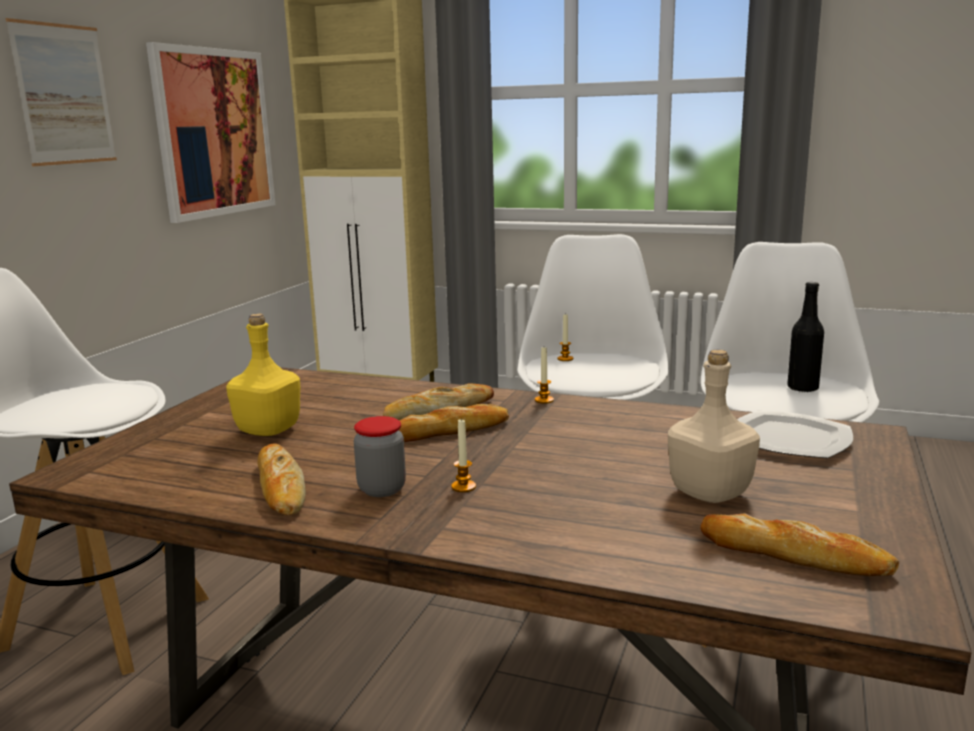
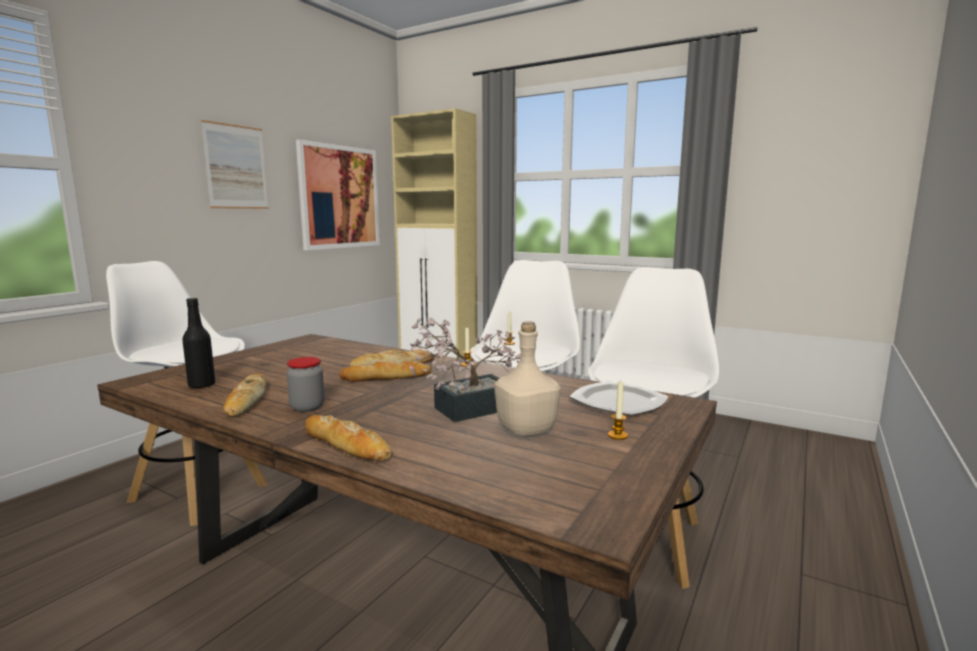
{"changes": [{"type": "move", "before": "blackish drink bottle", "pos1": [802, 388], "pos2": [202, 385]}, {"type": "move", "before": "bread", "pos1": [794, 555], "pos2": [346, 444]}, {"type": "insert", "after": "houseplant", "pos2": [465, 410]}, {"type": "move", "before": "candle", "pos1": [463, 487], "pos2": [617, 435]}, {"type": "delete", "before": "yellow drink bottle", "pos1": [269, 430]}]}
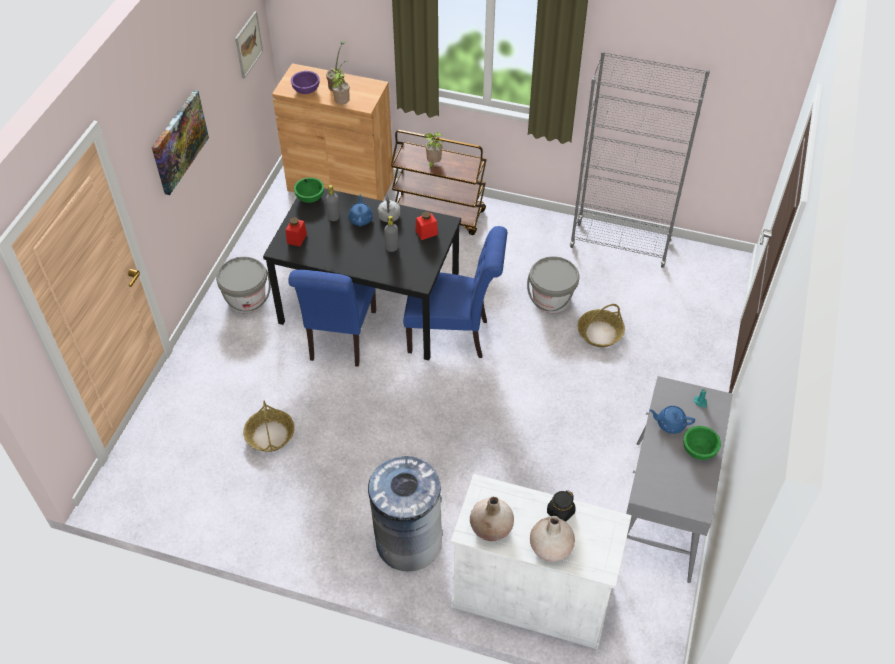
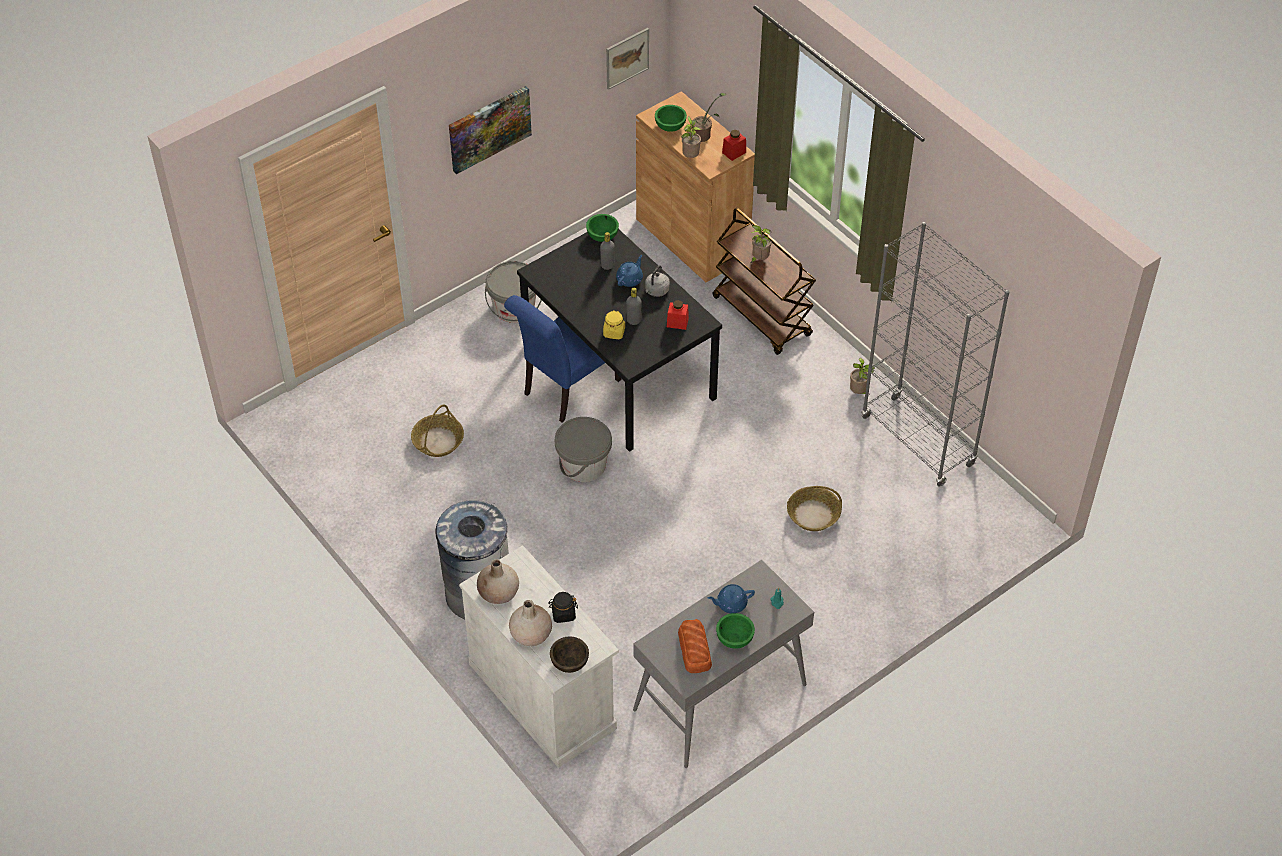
{"changes": [{"type": "insert", "after": "brownish serving bowl", "pos2": [569, 662]}, {"type": "move", "before": "greyish water bucket", "pos1": [551, 299], "pos2": [583, 465]}, {"type": "insert", "after": "yellow storage jar", "pos2": [614, 332]}, {"type": "recolor", "before": "purple-coloured serving bowl", "after": "green serving bowl", "pos1": [306, 90], "pos2": [670, 126]}, {"type": "insert", "after": "bread", "pos2": [694, 650]}, {"type": "rotate", "before": "bluish tea pot", "pos1": [670, 424], "pos2": [731, 604], "turn": -60}, {"type": "move", "before": "red-coloured storage jar", "pos1": [297, 238], "pos2": [734, 152]}, {"type": "insert", "after": "houseplant", "pos2": [859, 393]}, {"type": "delete", "before": "bluish plain chair", "pos1": [454, 336]}]}
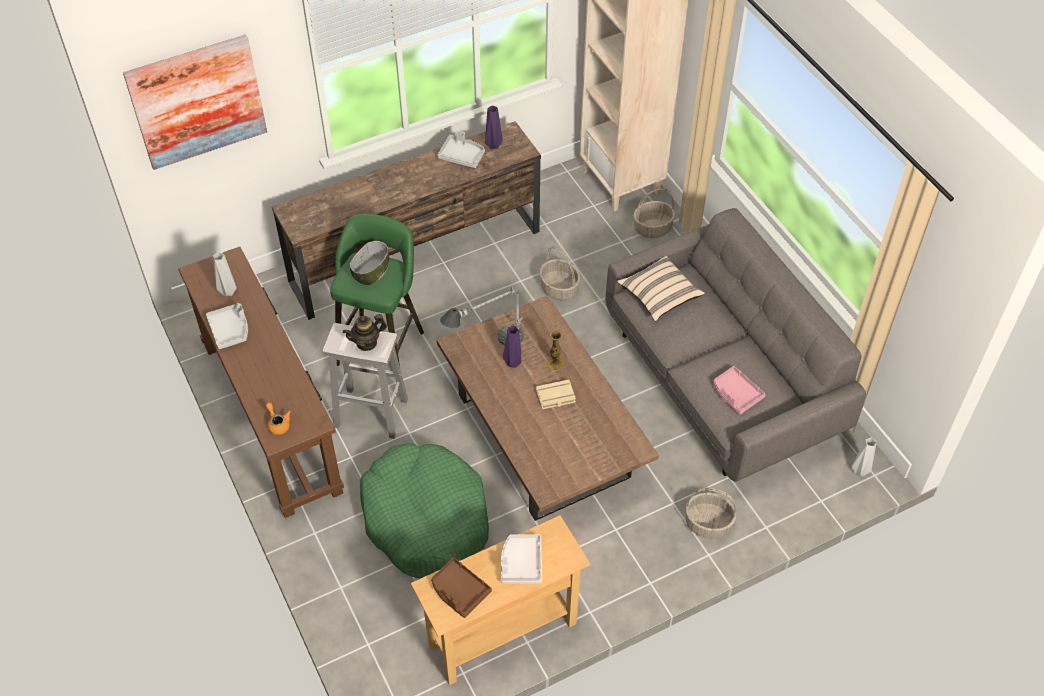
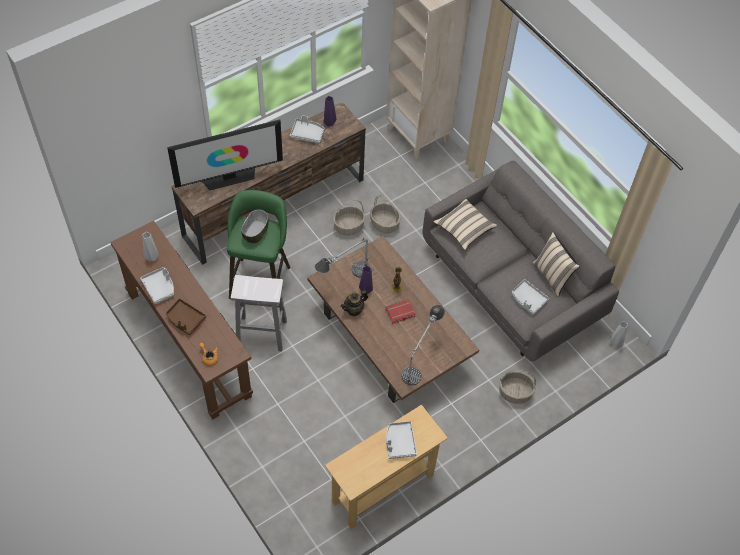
{"changes": [{"type": "move", "before": "brownish carrying tray", "pos1": [459, 591], "pos2": [185, 319]}, {"type": "insert", "after": "TV set", "pos2": [229, 177]}, {"type": "move", "before": "household basket", "pos1": [652, 228], "pos2": [348, 227]}, {"type": "move", "before": "tea pot", "pos1": [367, 343], "pos2": [354, 310]}, {"type": "recolor", "before": "beige-coloured bound book", "after": "red-coloured bound book", "pos1": [555, 397], "pos2": [400, 313]}, {"type": "insert", "after": "table lamp", "pos2": [420, 360]}, {"type": "recolor", "before": "pinkish carrying tray", "after": "greyish carrying tray", "pos1": [736, 394], "pos2": [528, 299]}, {"type": "insert", "after": "beige-coloured cushion", "pos2": [552, 276]}, {"type": "delete", "before": "picture", "pos1": [197, 102]}, {"type": "delete", "before": "green dog bed", "pos1": [426, 519]}]}
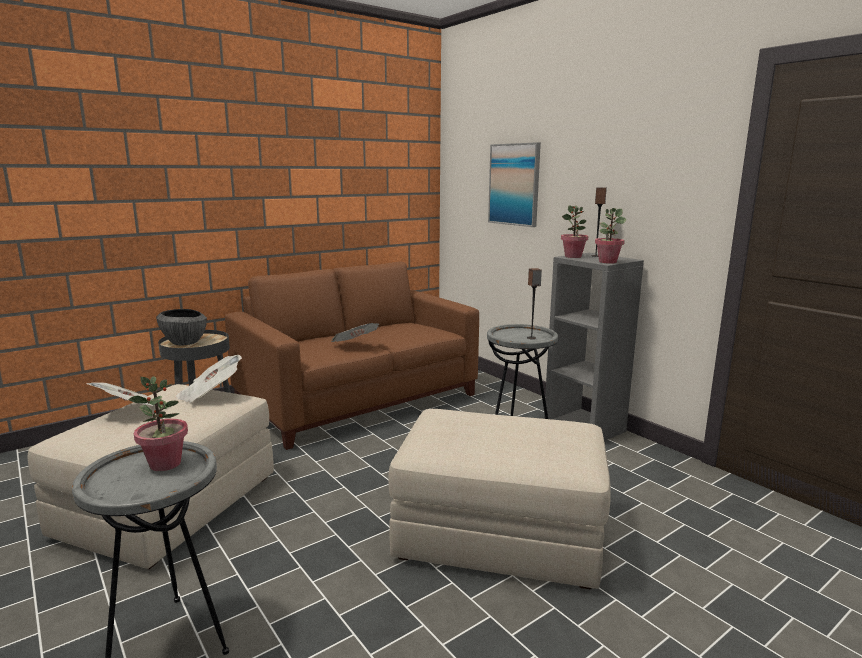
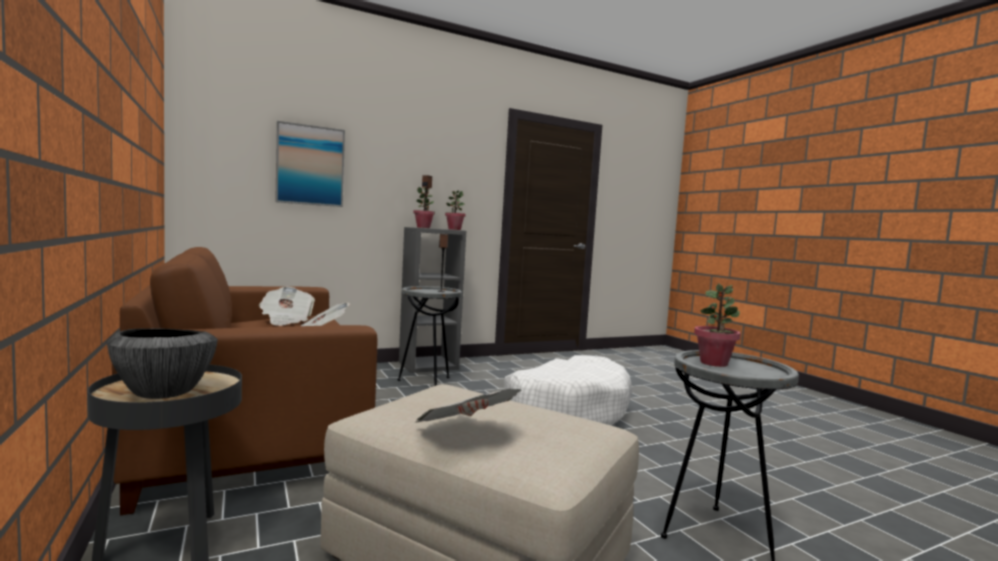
{"changes": [{"type": "move", "before": "daily paper", "pos1": [210, 394], "pos2": [286, 320]}, {"type": "replace", "before": "beige-coloured pouffe", "after": "white-coloured dog bed", "pos1": [498, 534], "pos2": [566, 410]}]}
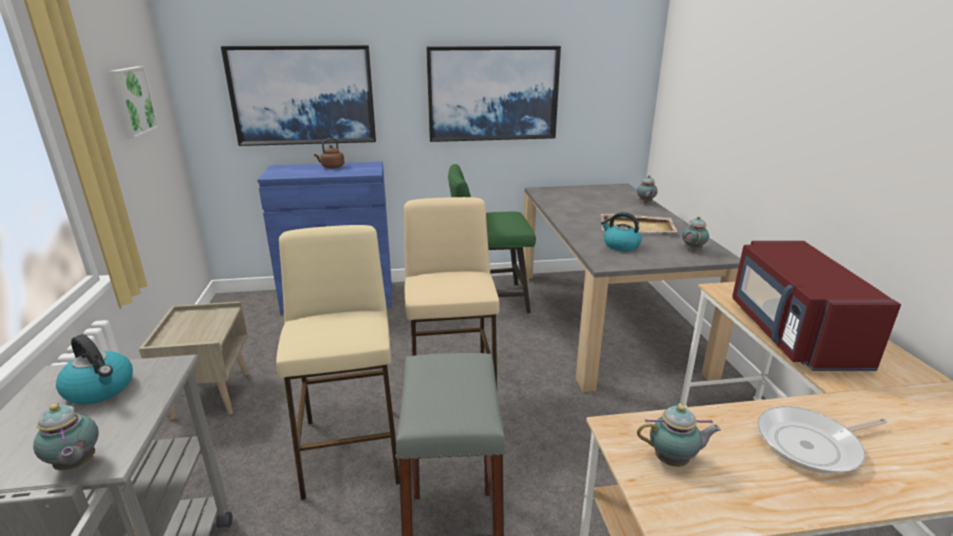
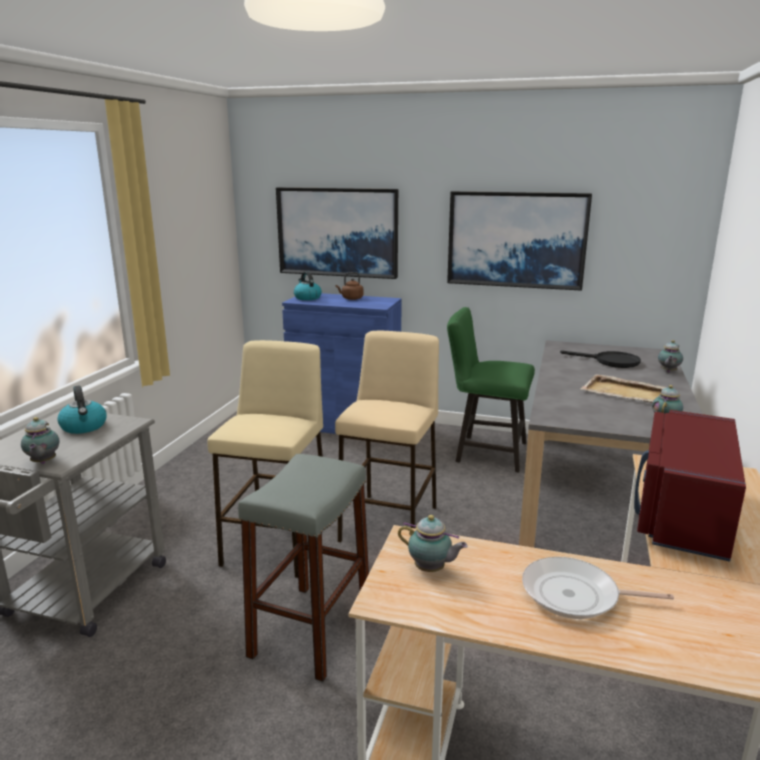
{"changes": [{"type": "move", "before": "kettle", "pos1": [620, 246], "pos2": [307, 298]}, {"type": "insert", "after": "blackish pan", "pos2": [610, 361]}, {"type": "delete", "before": "picture", "pos1": [131, 101]}, {"type": "delete", "before": "beige-coloured nightstand", "pos1": [210, 394]}]}
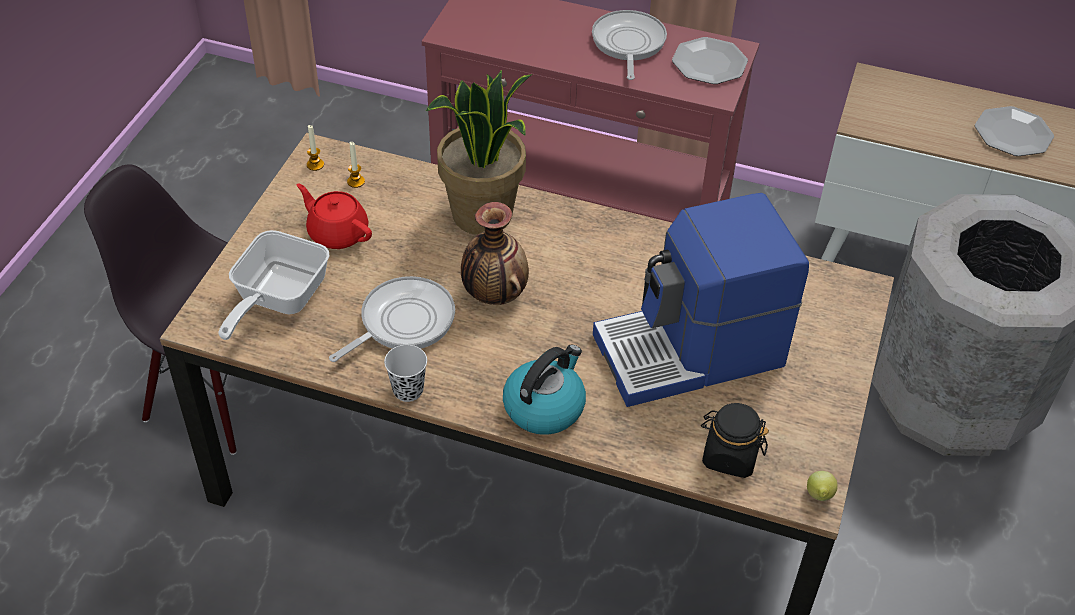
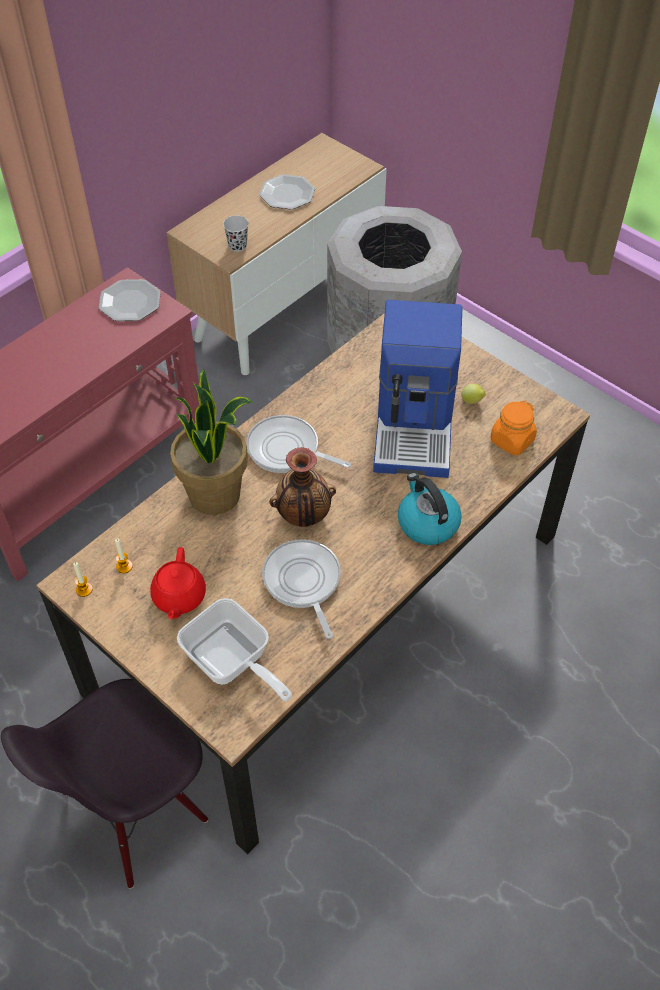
{"changes": [{"type": "rotate", "before": "red-coloured tea pot", "pos1": [337, 233], "pos2": [179, 597], "turn": -60}, {"type": "move", "before": "blackish cup", "pos1": [408, 390], "pos2": [237, 246]}, {"type": "move", "before": "pan", "pos1": [628, 44], "pos2": [287, 450]}, {"type": "move", "before": "citrus fruit", "pos1": [819, 496], "pos2": [472, 401]}, {"type": "recolor", "before": "blackish storage jar", "after": "orange-coloured storage jar", "pos1": [729, 456], "pos2": [512, 440]}]}
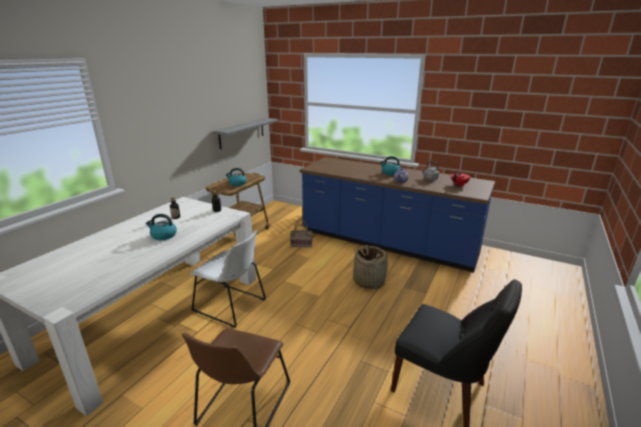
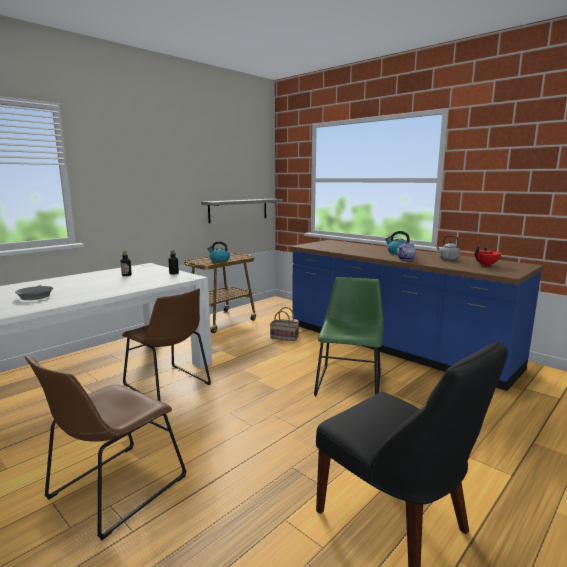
{"changes": [{"type": "insert", "after": "greyish pan", "pos2": [35, 296]}, {"type": "recolor", "before": "white-coloured plain chair", "after": "brownish plain chair", "pos1": [232, 306], "pos2": [169, 386]}, {"type": "replace", "before": "household basket", "after": "green plain chair", "pos1": [368, 281], "pos2": [349, 382]}, {"type": "delete", "before": "kettle", "pos1": [163, 236]}]}
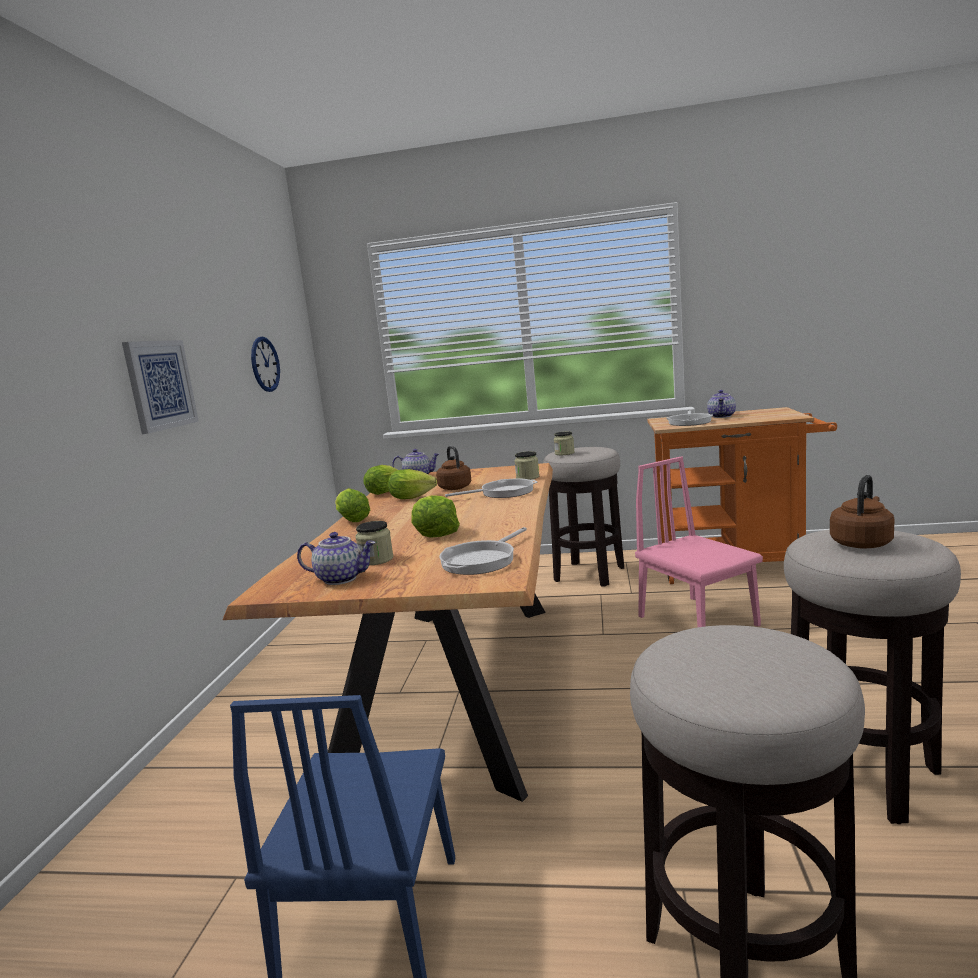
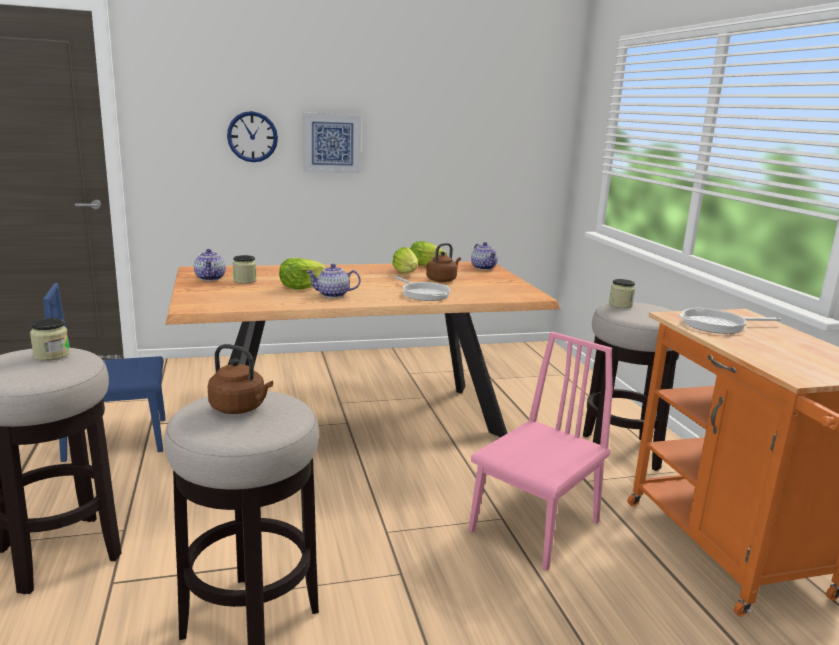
{"changes": [{"type": "move", "before": "storage jar", "pos1": [527, 477], "pos2": [51, 355]}, {"type": "move", "before": "hanging clock", "pos1": [265, 364], "pos2": [252, 137]}, {"type": "move", "before": "tea pot", "pos1": [722, 416], "pos2": [332, 295]}, {"type": "delete", "before": "head of lettuce", "pos1": [351, 520]}, {"type": "delete", "before": "pan", "pos1": [482, 560]}]}
